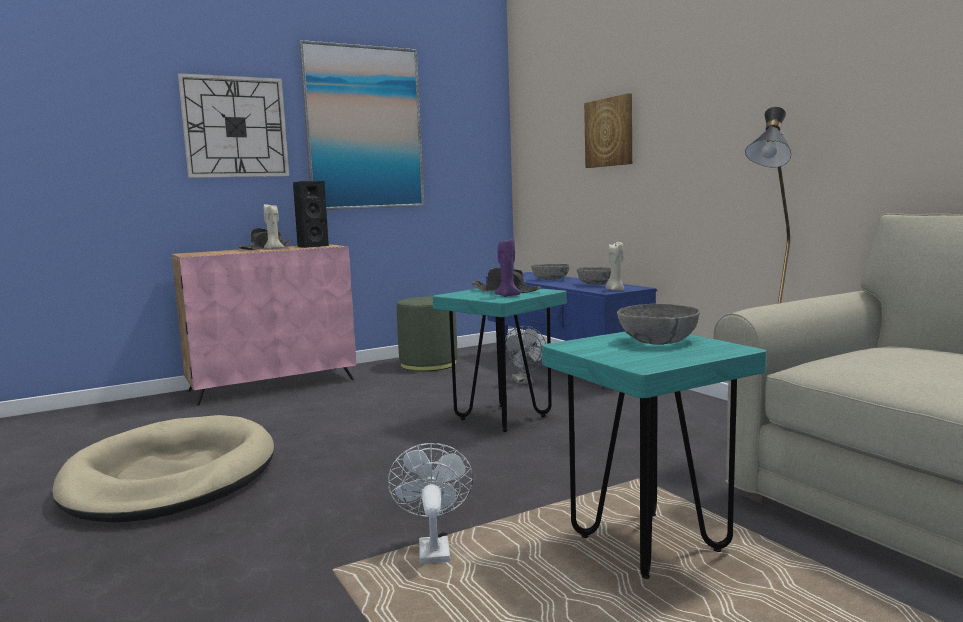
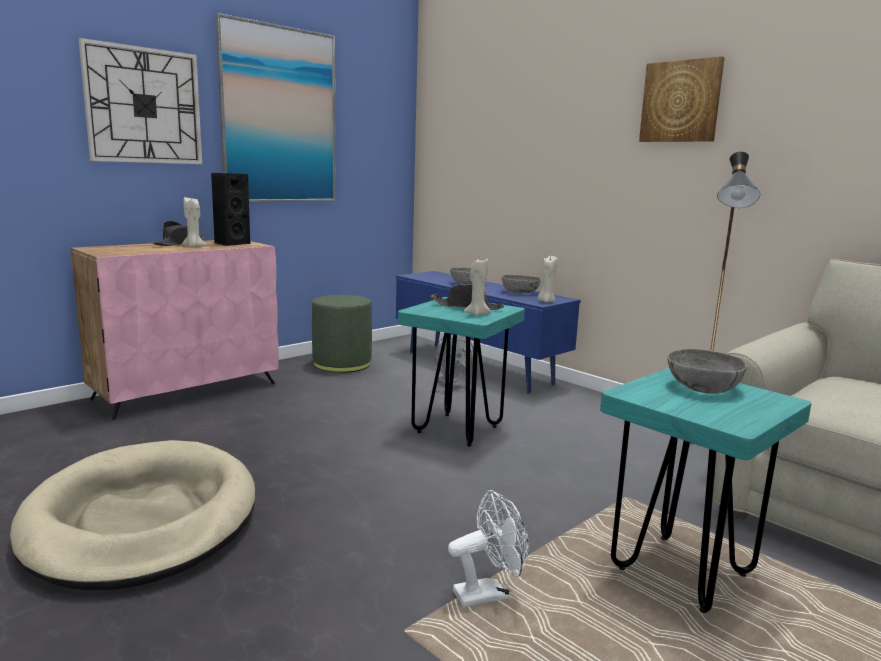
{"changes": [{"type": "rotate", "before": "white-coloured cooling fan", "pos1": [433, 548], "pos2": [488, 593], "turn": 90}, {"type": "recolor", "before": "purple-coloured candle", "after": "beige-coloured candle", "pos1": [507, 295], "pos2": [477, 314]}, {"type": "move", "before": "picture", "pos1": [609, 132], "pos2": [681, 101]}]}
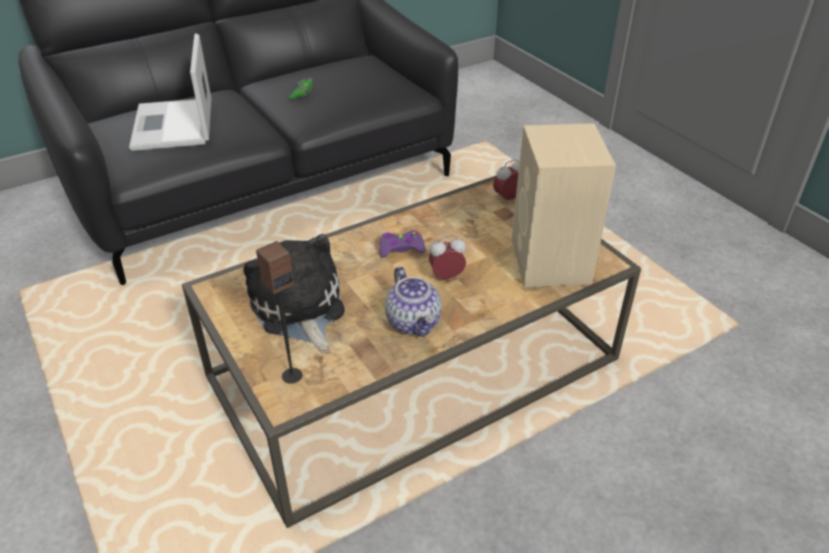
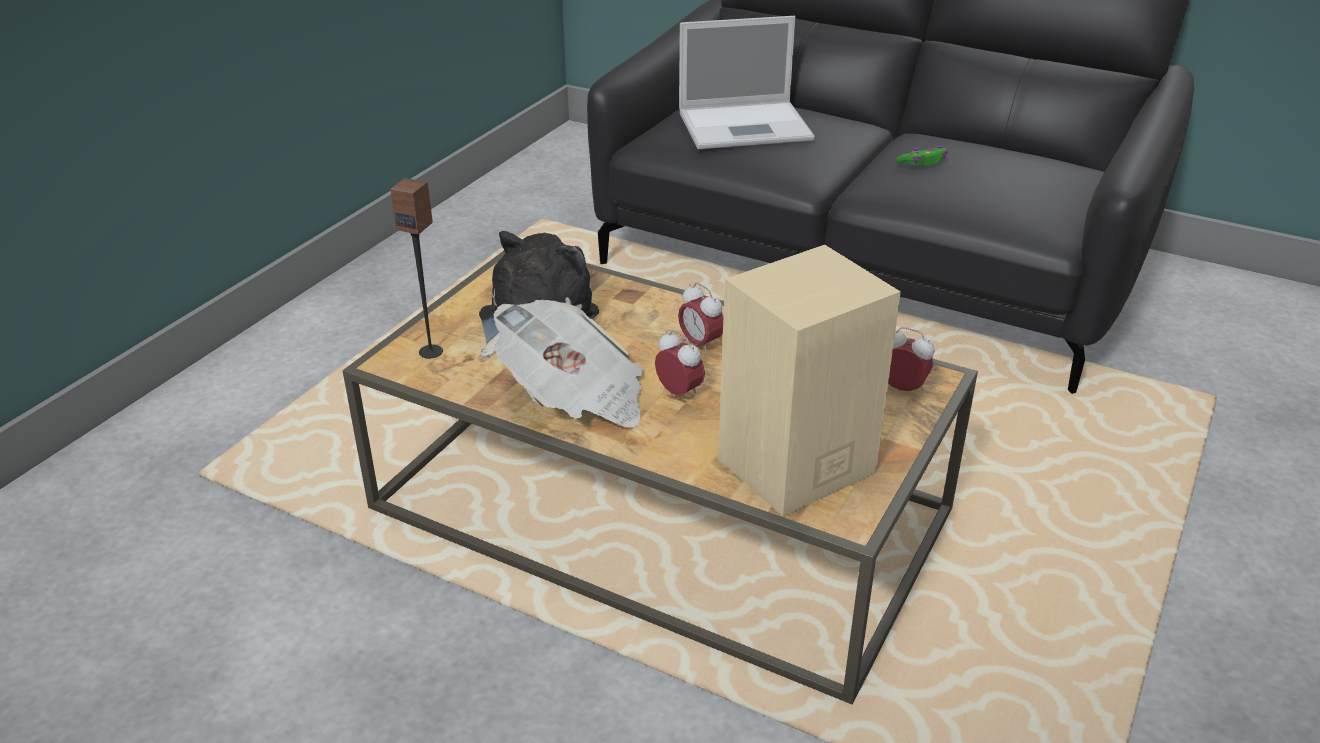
{"changes": [{"type": "replace", "before": "tea pot", "after": "daily paper", "pos1": [414, 322], "pos2": [575, 397]}, {"type": "replace", "before": "purple-coloured game controller", "after": "alarm clock", "pos1": [401, 249], "pos2": [700, 344]}, {"type": "rotate", "before": "notebook computer", "pos1": [174, 126], "pos2": [747, 126], "turn": -150}]}
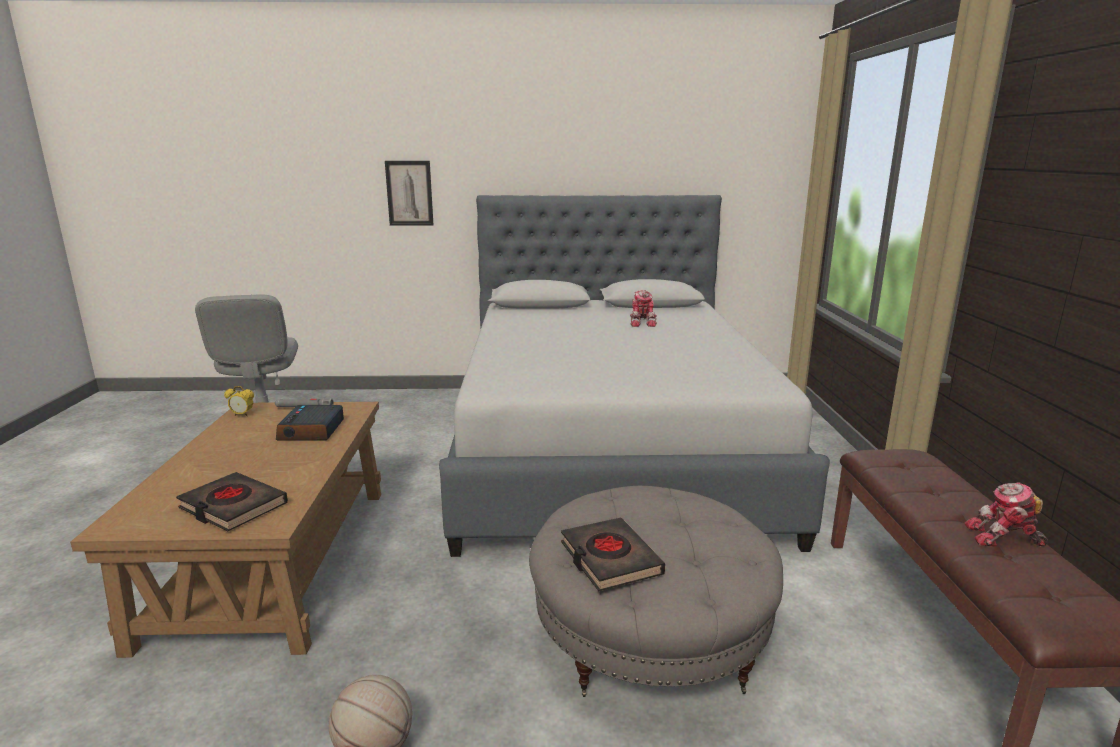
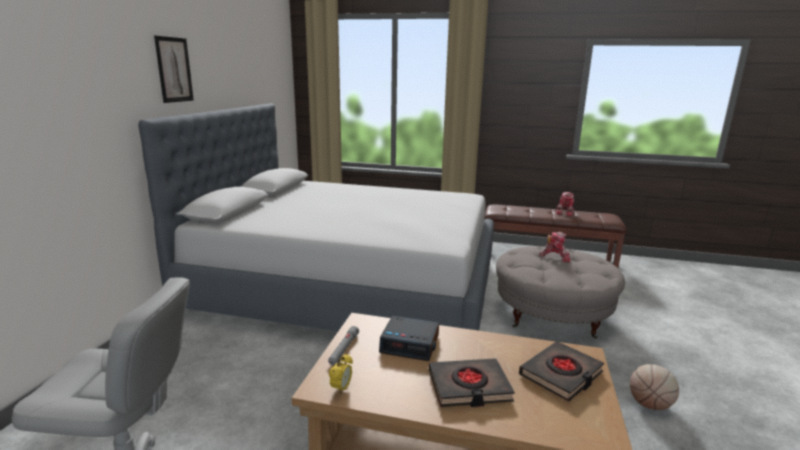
{"changes": [{"type": "move", "before": "picture", "pos1": [409, 193], "pos2": [174, 69]}, {"type": "move", "before": "blackish bound book", "pos1": [610, 559], "pos2": [469, 387]}, {"type": "move", "before": "robot figure", "pos1": [642, 322], "pos2": [555, 257]}]}
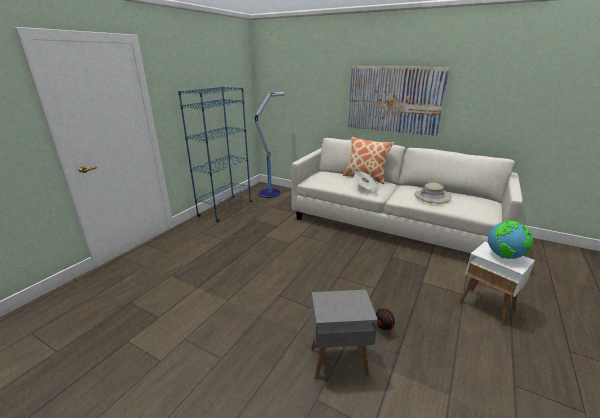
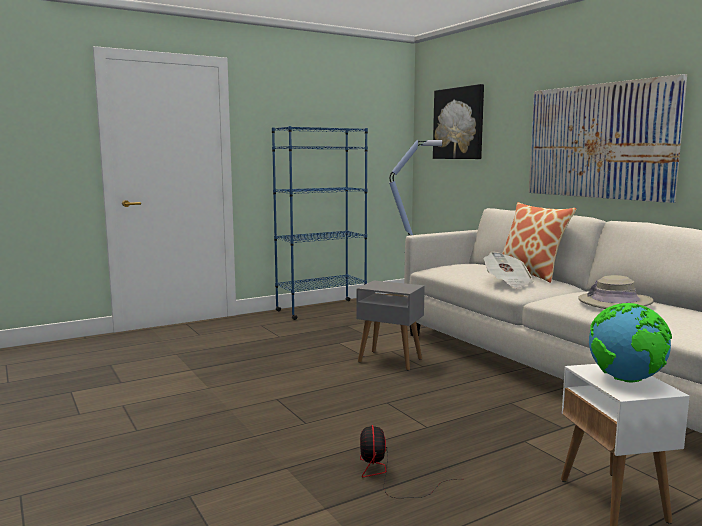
{"changes": [{"type": "move", "before": "greyish accent table", "pos1": [338, 361], "pos2": [389, 360]}, {"type": "insert", "after": "picture", "pos2": [459, 123]}]}
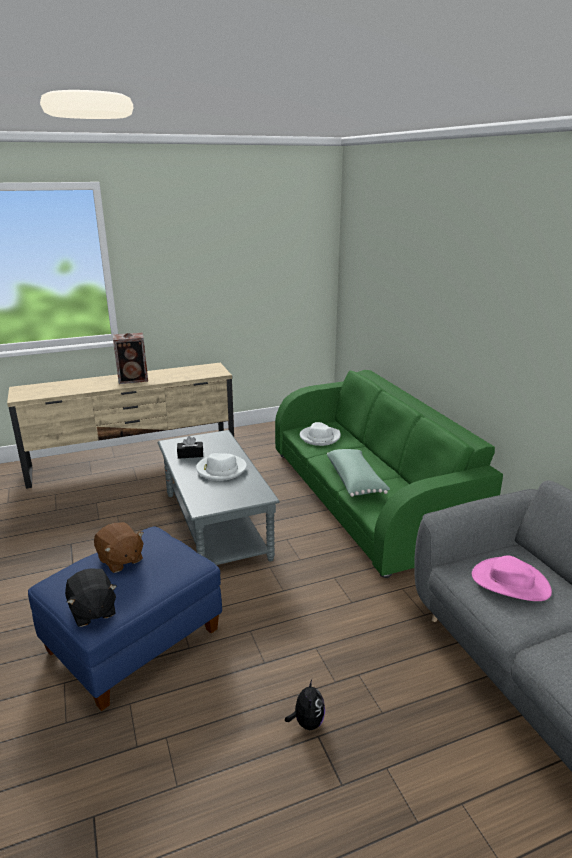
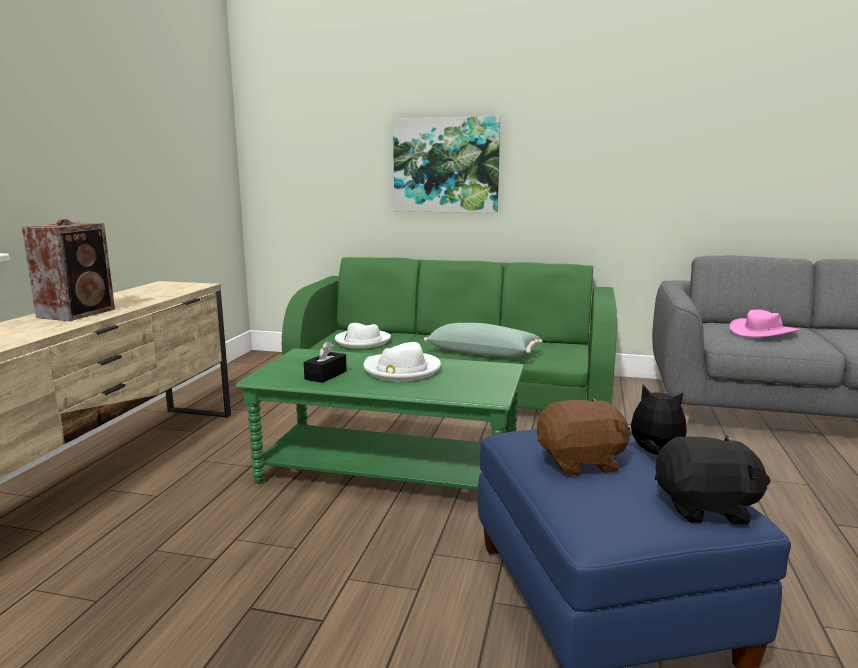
{"changes": [{"type": "recolor", "before": "greyish coffee table", "after": "green coffee table", "pos1": [216, 525], "pos2": [388, 472]}, {"type": "insert", "after": "picture", "pos2": [446, 165]}, {"type": "move", "before": "soft toy", "pos1": [307, 722], "pos2": [654, 454]}]}
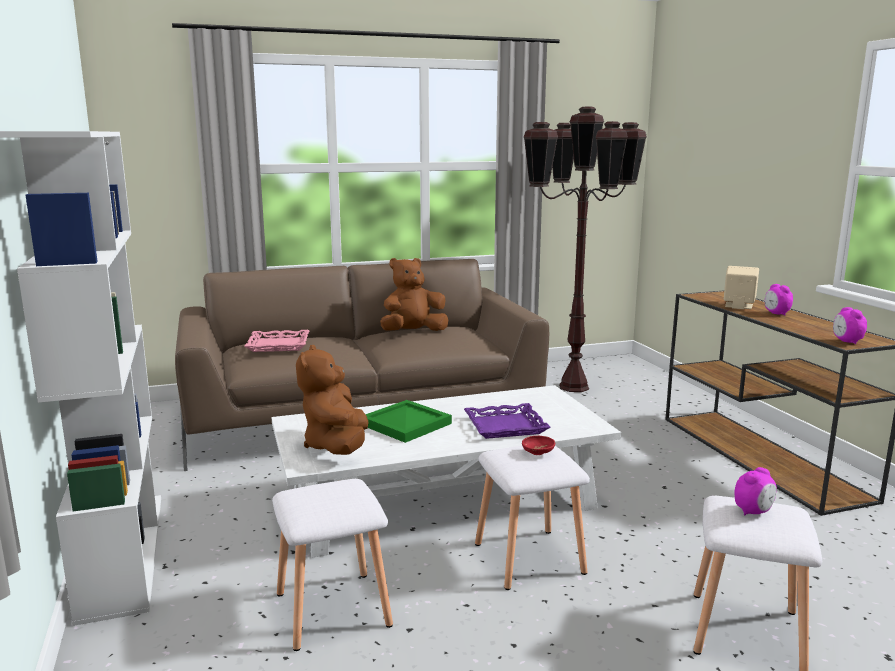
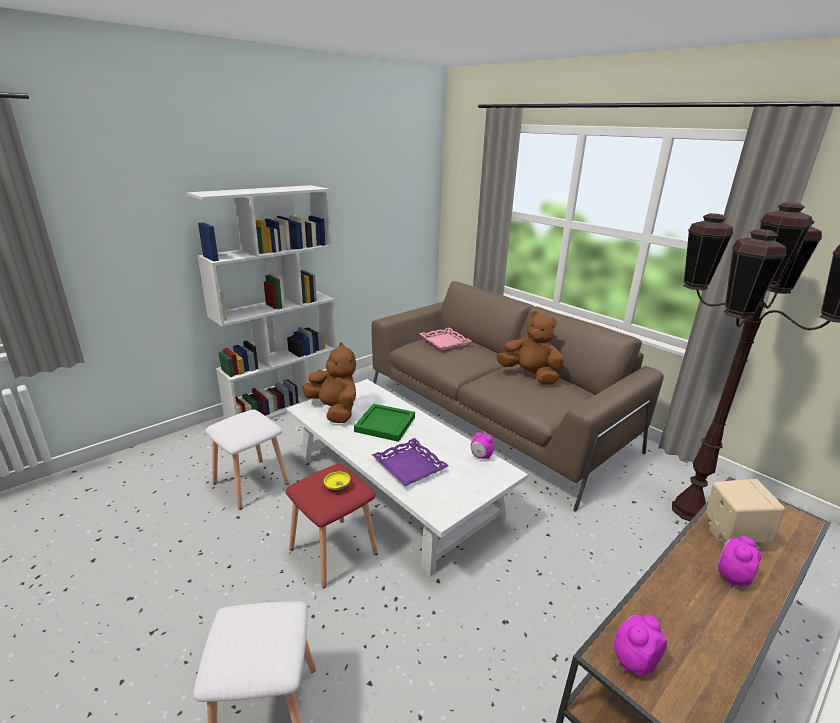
{"changes": [{"type": "recolor", "before": "white-coloured sitting stool", "after": "red-coloured sitting stool", "pos1": [527, 557], "pos2": [334, 550]}, {"type": "rotate", "before": "brownish soft toy", "pos1": [337, 446], "pos2": [334, 410], "turn": 75}, {"type": "recolor", "before": "red-coloured serving bowl", "after": "yellow serving bowl", "pos1": [538, 453], "pos2": [337, 486]}, {"type": "move", "before": "alarm clock", "pos1": [753, 512], "pos2": [481, 456]}]}
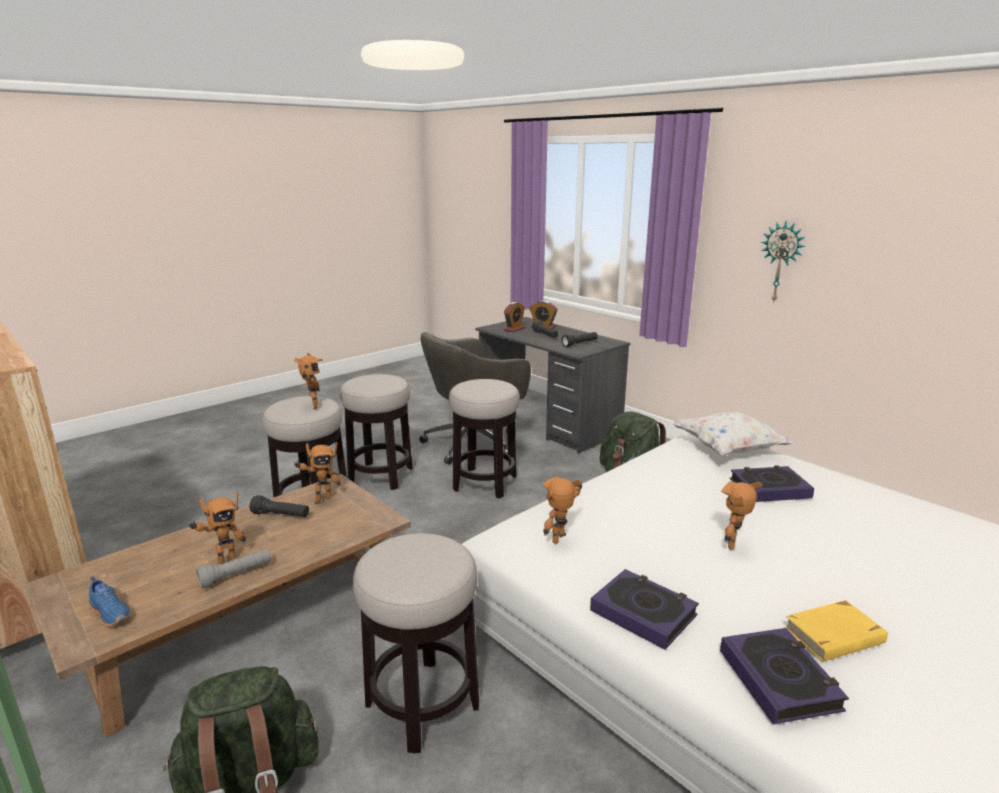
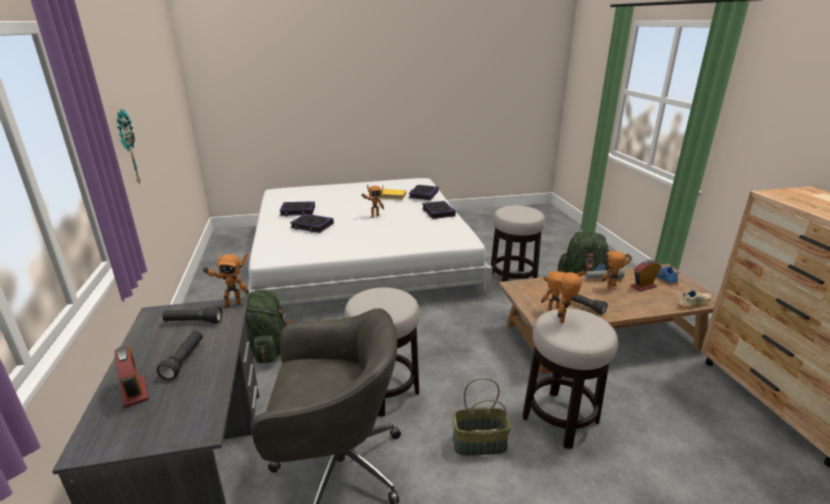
{"changes": [{"type": "move", "before": "robot figure", "pos1": [562, 540], "pos2": [231, 303]}, {"type": "insert", "after": "bound book", "pos2": [298, 211]}, {"type": "replace", "before": "sitting stool", "after": "household basket", "pos1": [381, 476], "pos2": [479, 444]}, {"type": "move", "before": "alarm clock", "pos1": [514, 329], "pos2": [643, 286]}, {"type": "insert", "after": "beige-coloured shoe", "pos2": [693, 304]}, {"type": "delete", "before": "white-coloured cushion", "pos1": [728, 450]}]}
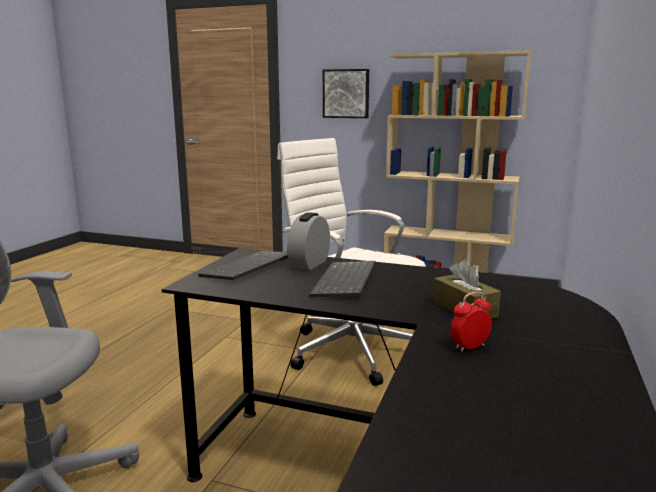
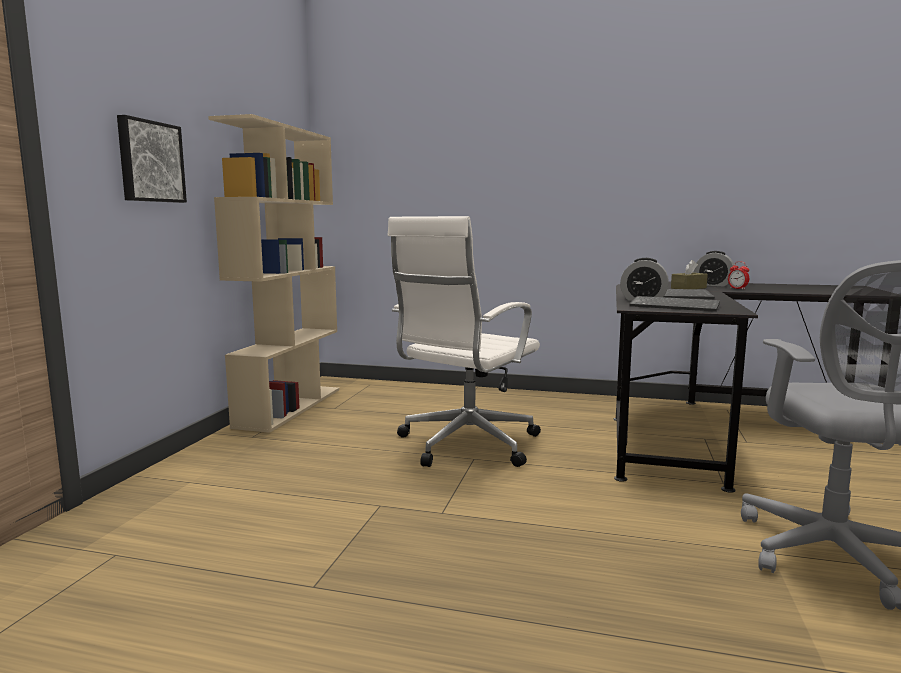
{"changes": [{"type": "insert", "after": "alarm clock", "pos2": [713, 285]}]}
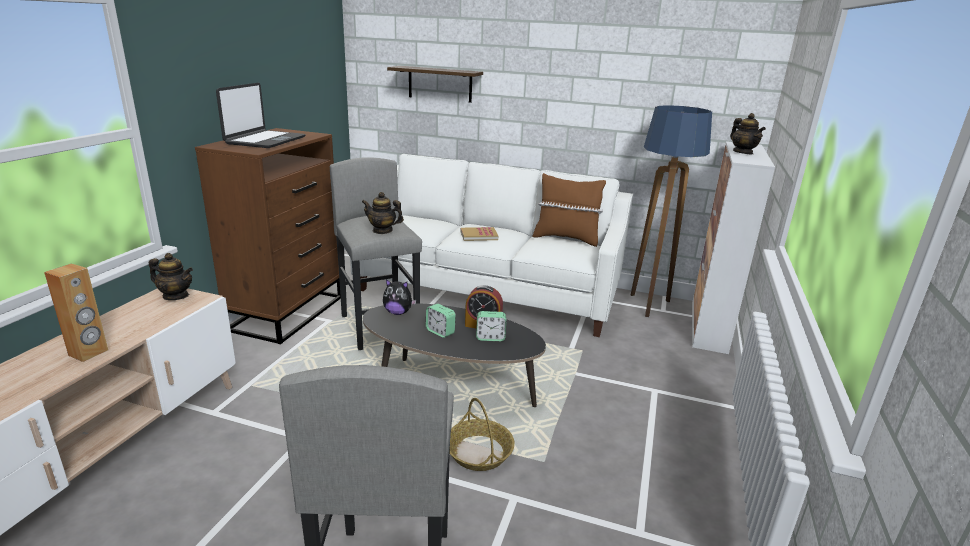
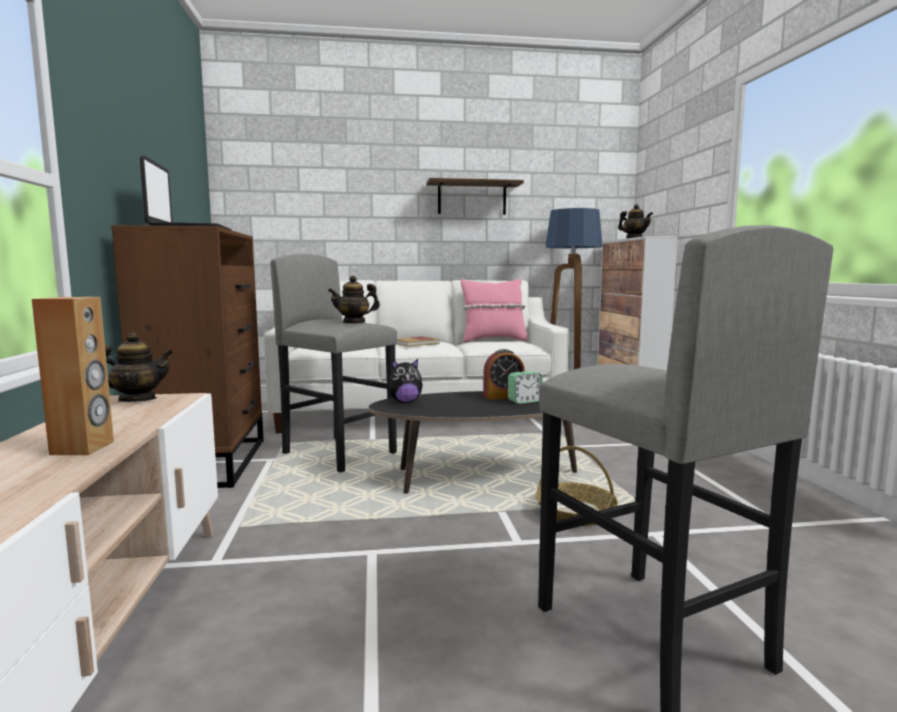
{"changes": [{"type": "move", "before": "wall shelf", "pos1": [440, 84], "pos2": [472, 198]}, {"type": "recolor", "before": "brownish cushion", "after": "pinkish cushion", "pos1": [566, 238], "pos2": [493, 340]}, {"type": "delete", "before": "alarm clock", "pos1": [440, 332]}]}
